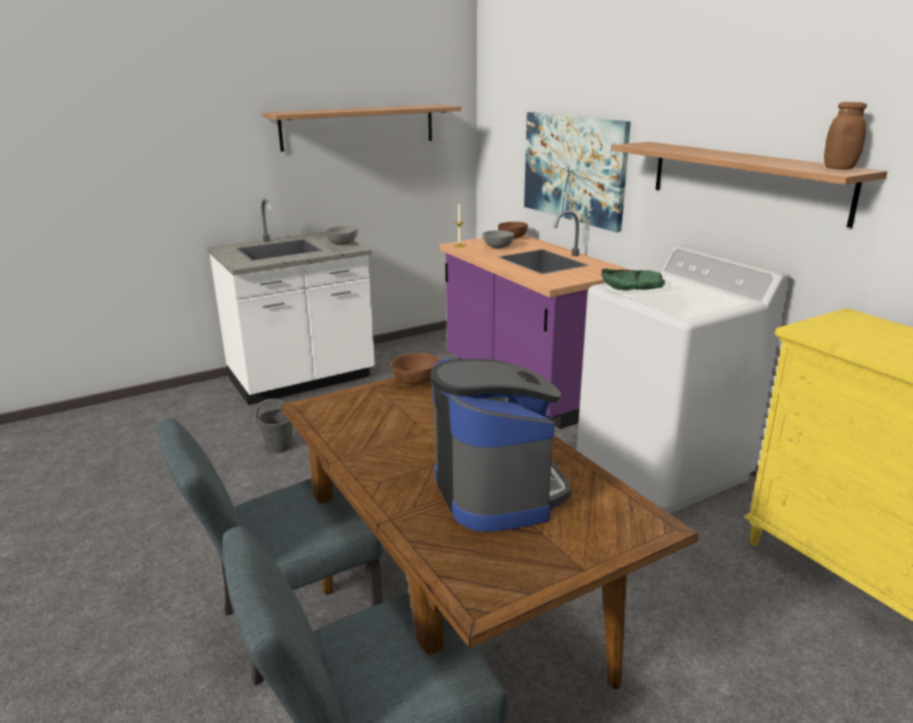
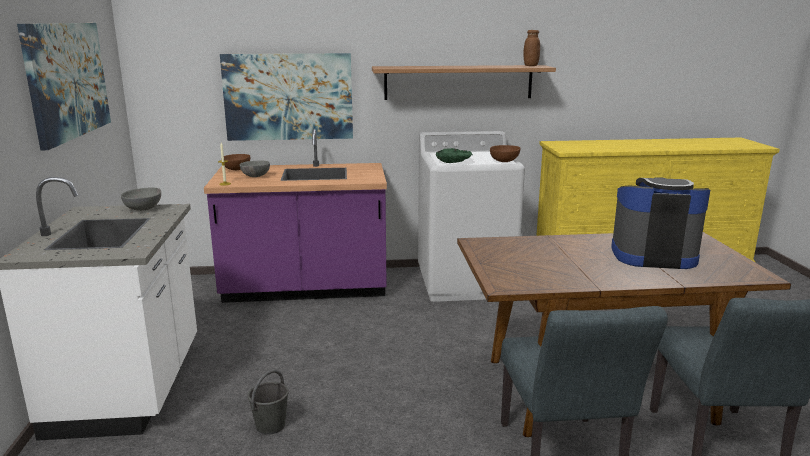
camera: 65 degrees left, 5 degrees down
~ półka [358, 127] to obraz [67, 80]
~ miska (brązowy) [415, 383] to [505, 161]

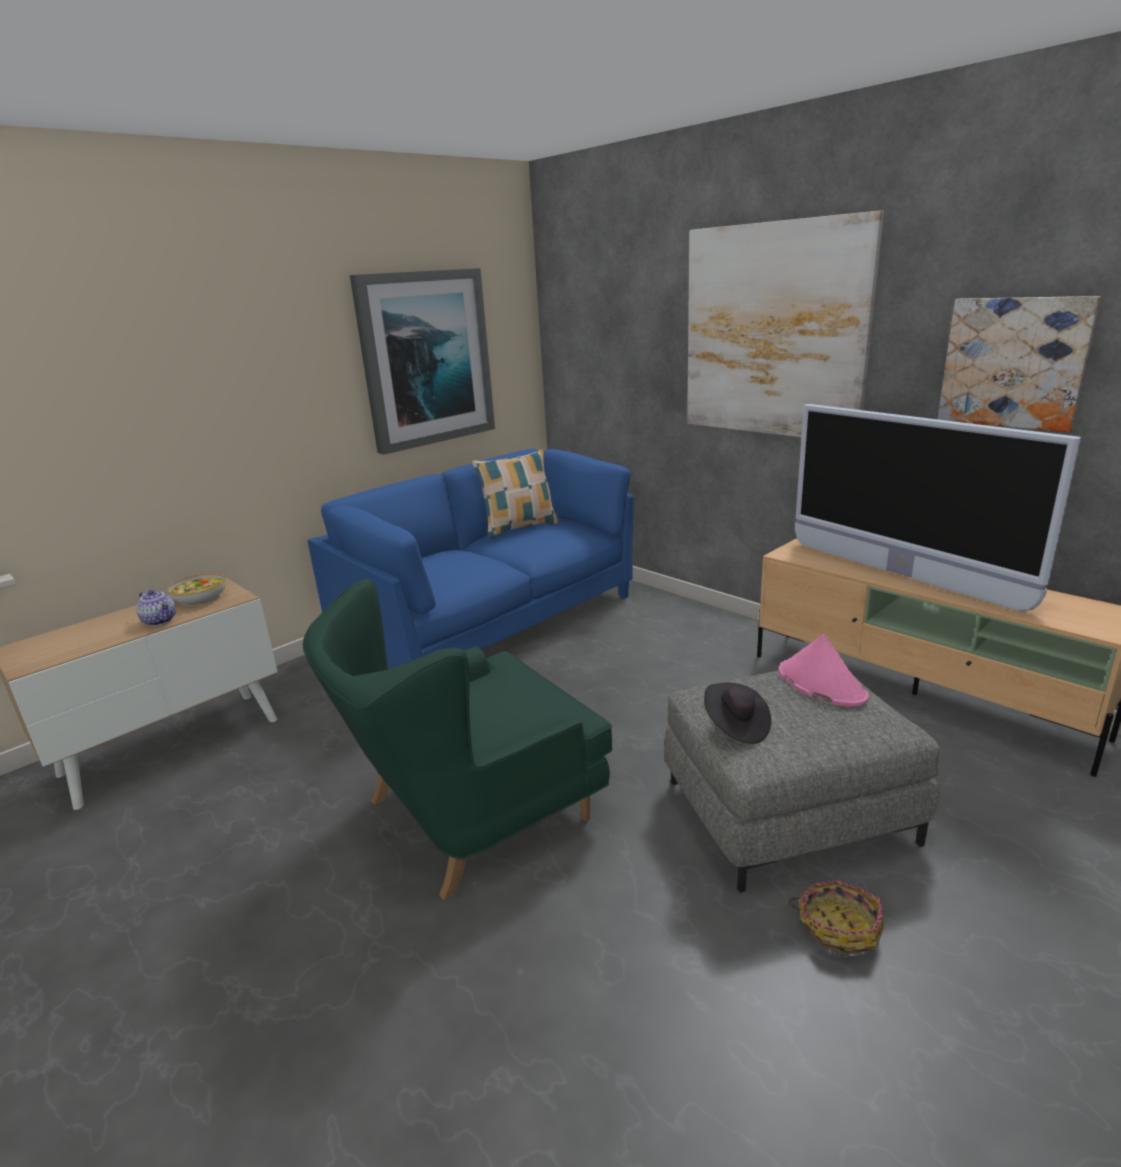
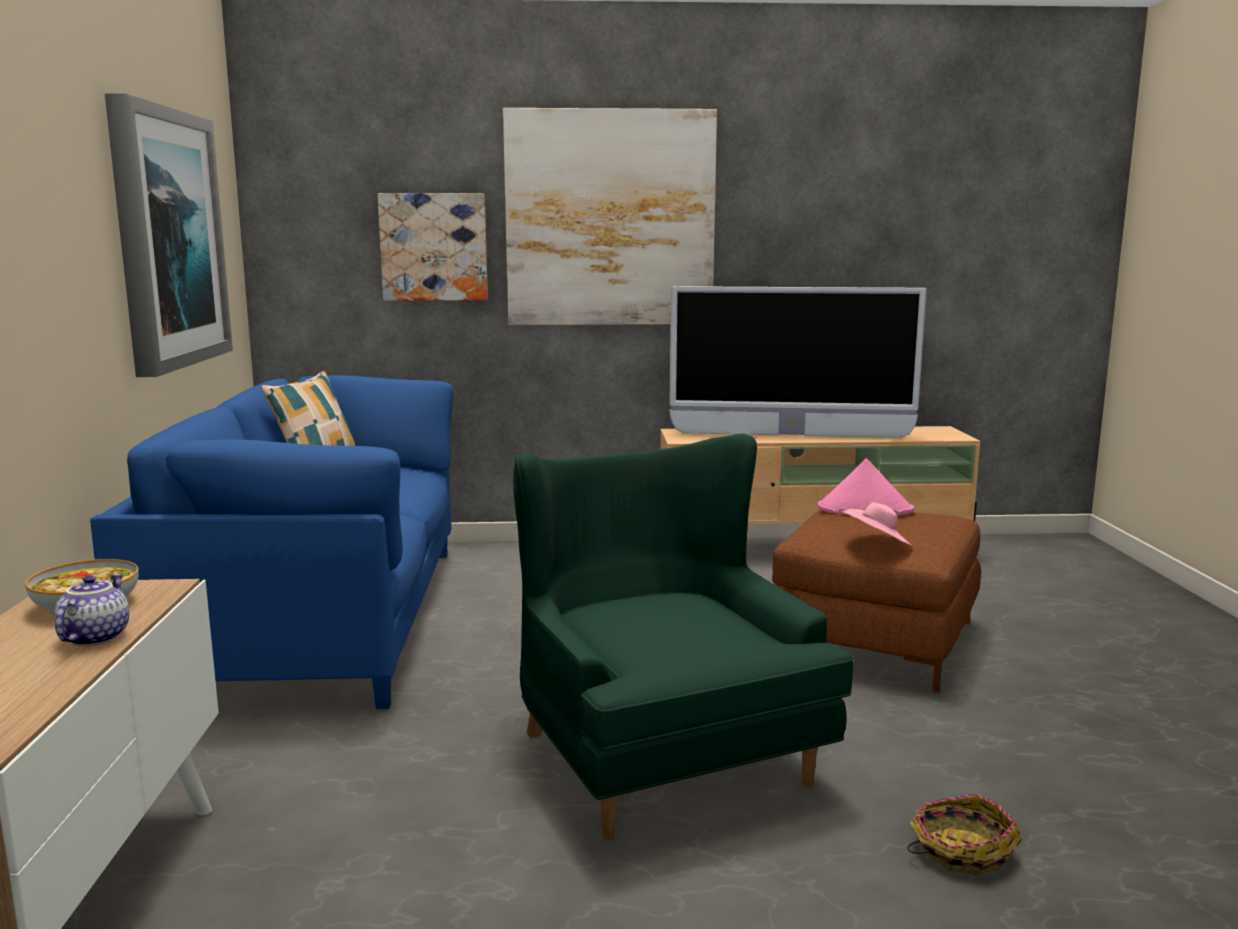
camera: 50 degrees left, 10 degrees down
~ imbryk [161, 620] = [94, 637] 75 degrees counterclockwise
~ obraz [1013, 363] to [434, 247]
~ fotel (zielony) [471, 812] = [660, 753] 150 degrees clockwise
~ pufa (szary) [788, 810] to pufa (brązowy) [873, 639]
~ kapelusz (czarny) [736, 726] to kapelusz (różowy) [877, 543]
~ koszyk [838, 926] to [960, 850]

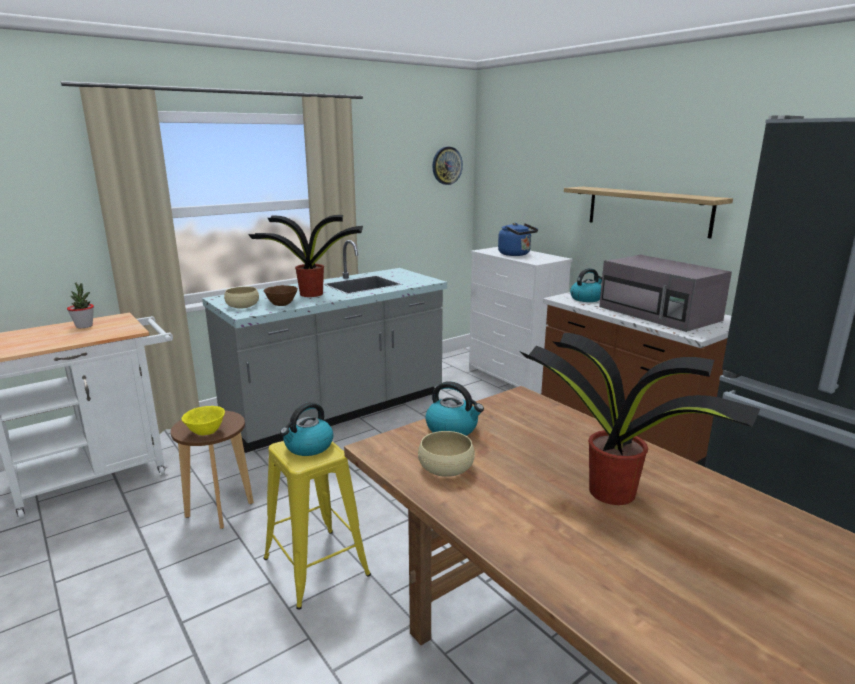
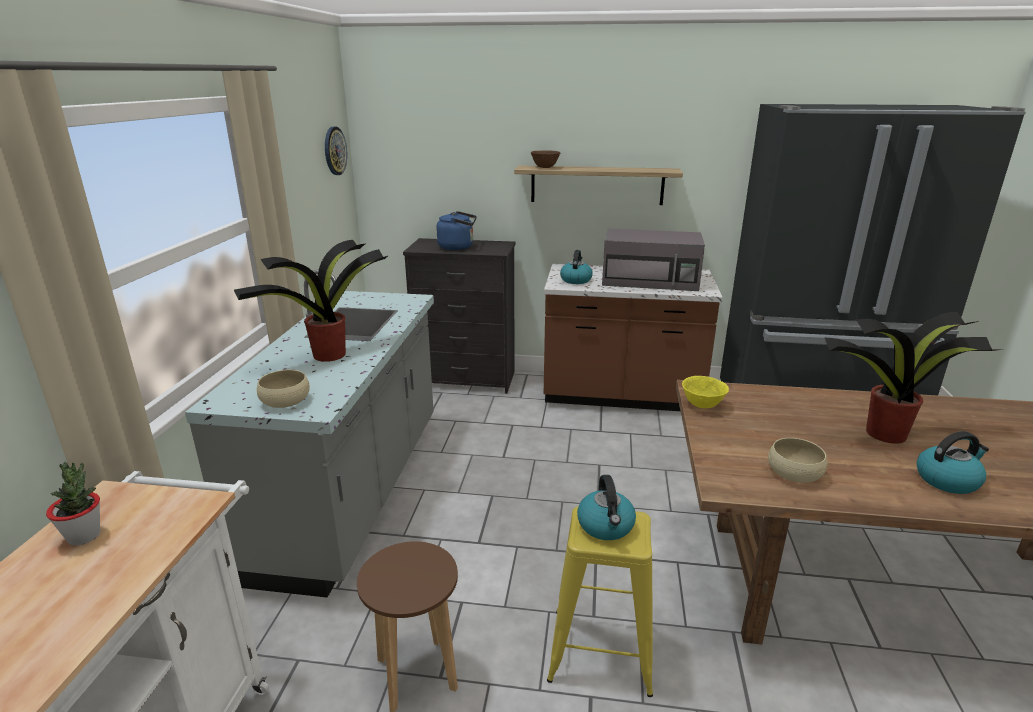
camera: 45 degrees left, 5 degrees up
~ komoda (biały) [513, 378] to komoda (czarny) [466, 379]
~ miska (brązowy) [282, 305] to [545, 167]
~ miska (żółty) [205, 432] to [702, 405]
~ czajnik [452, 428] to [947, 480]

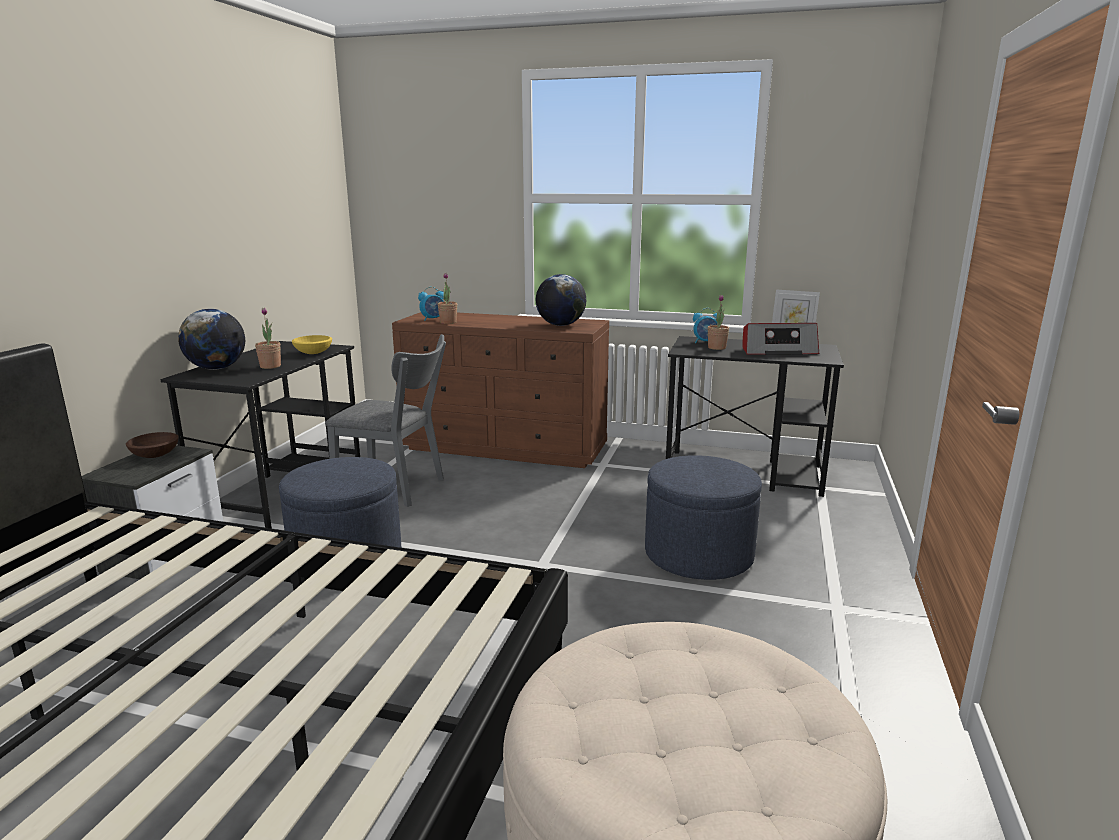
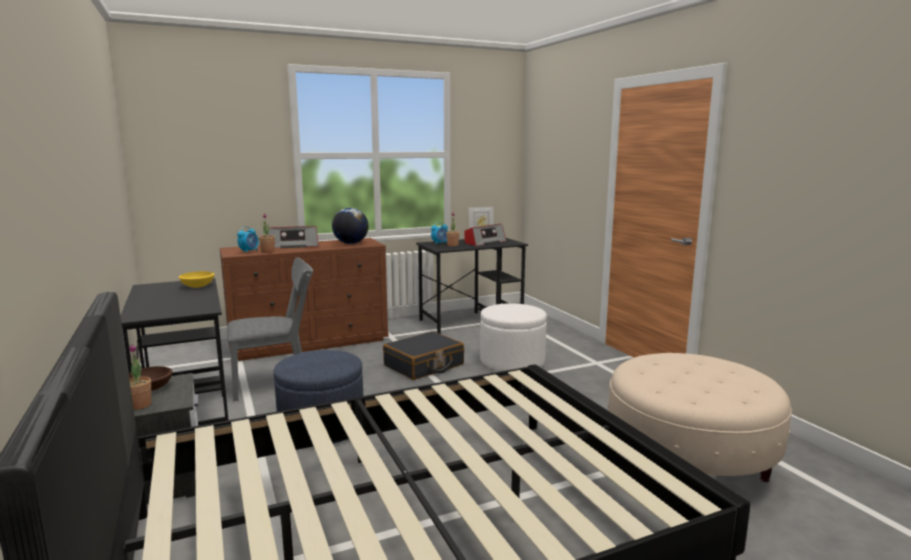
camera: 40 degrees left, 5 degrees down
~ roślina doniczkowa [270, 366] to [139, 405]
+ radio [293, 246]
+ walizka (czarny) [424, 365]
~ pufa (niebieski) [698, 555] to pufa (biały) [512, 361]
- globus [216, 368]

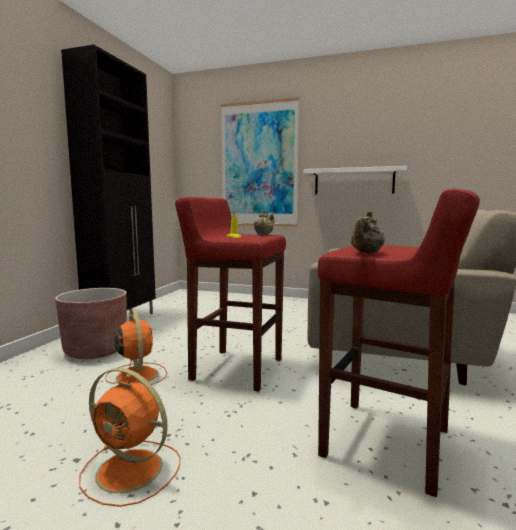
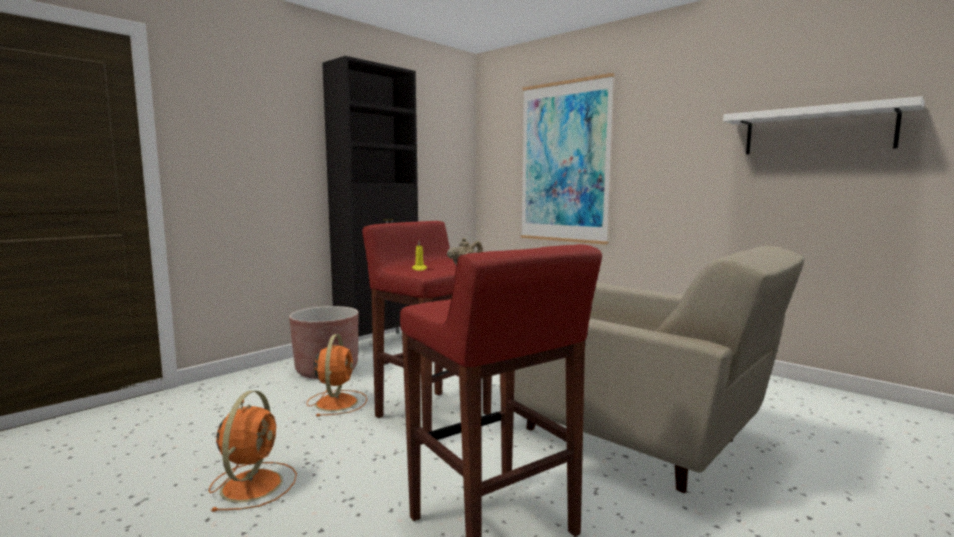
camera: 25 degrees right, 0 degrees up
~ wentylator (pomarańczowy) [132, 471] = [253, 484] 135 degrees counterclockwise
~ półka (biały) [354, 181] to [817, 131]
- imbryk (beżowy) [366, 253]

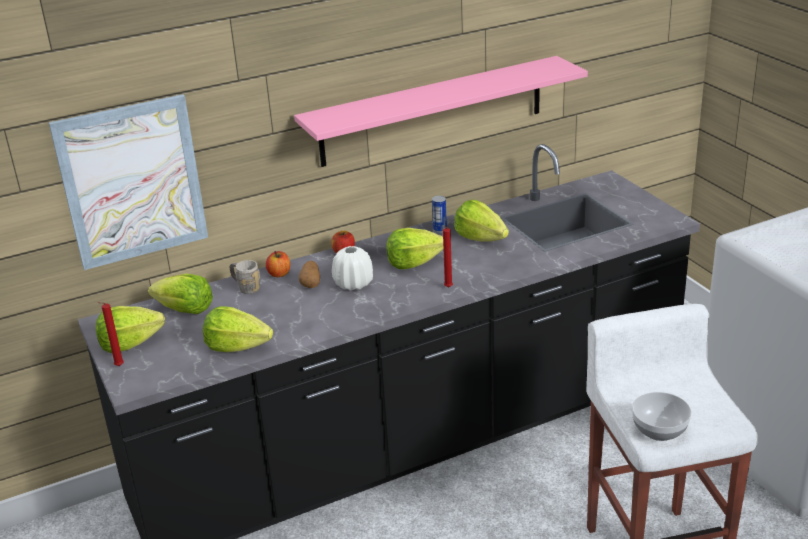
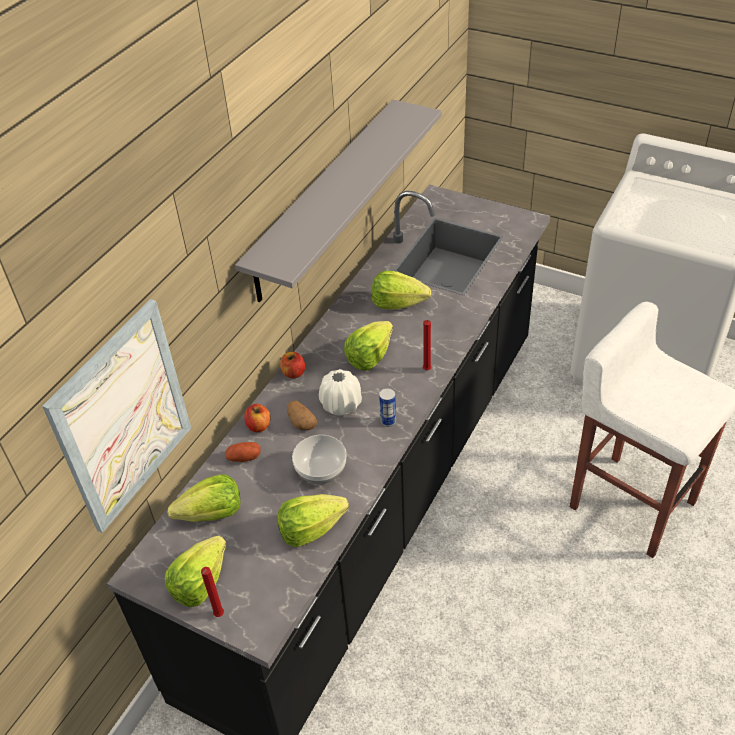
camera: 35 degrees left, 15 degrees up
~ kubek (szary) [246, 287] to ziemniak [244, 457]
~ półka (różowy) [433, 111] to półka (szary) [324, 199]
~ miska [660, 430] to [321, 470]
~ puszka [440, 230] to [388, 421]

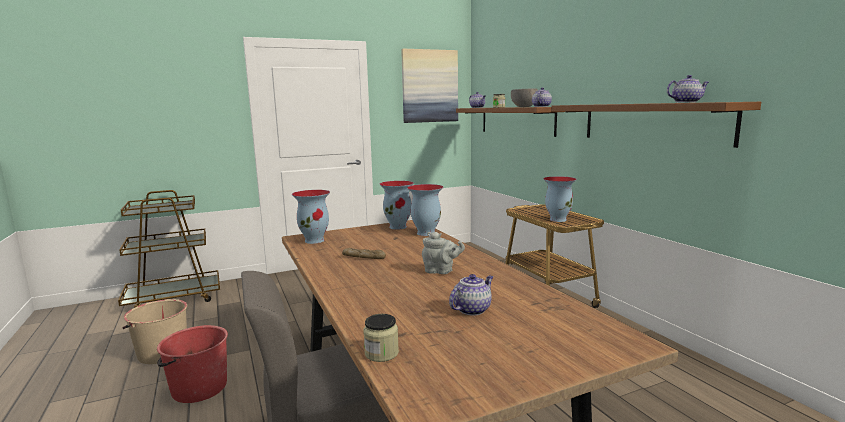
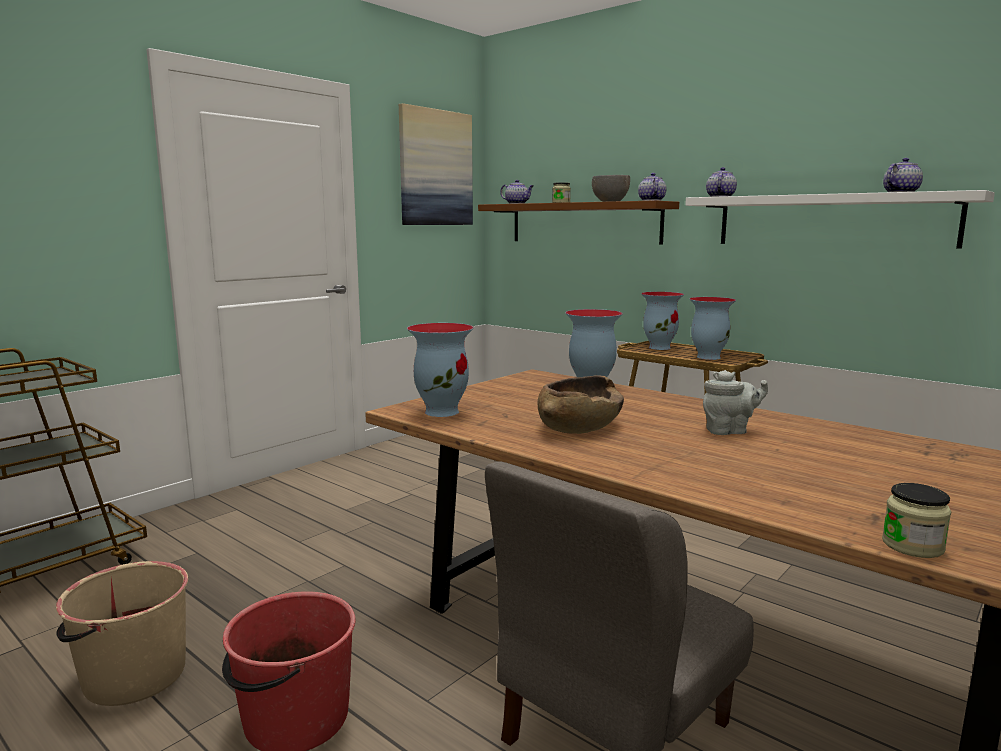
camera: 25 degrees left, 0 degrees up
~ chleb [364, 257] to miska (brązowy) [579, 426]
~ wazon [398, 227] to [660, 347]
~ półka (brązowy) [652, 122] to półka (biały) [831, 221]
~ imbryk [472, 309] to [720, 197]

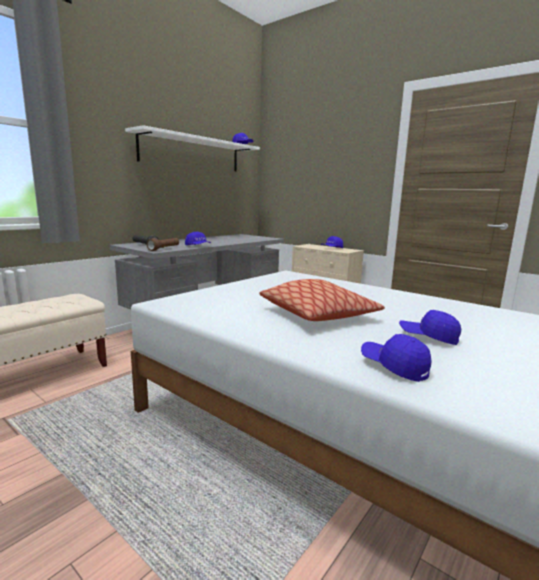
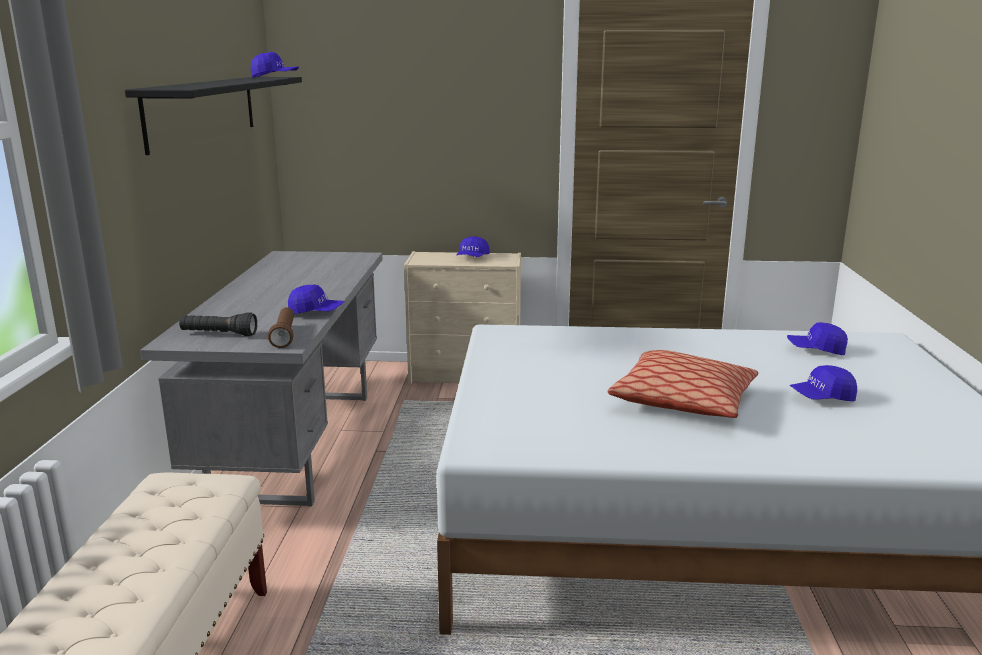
camera: 35 degrees left, 5 degrees up
~ półka (biały) [192, 153] to półka (czarny) [203, 110]
~ czapka z daszkiem (niebieski) [394, 367] to [816, 350]

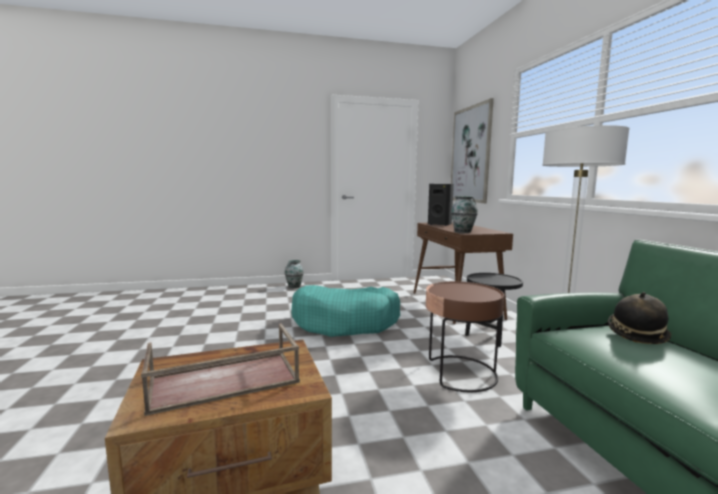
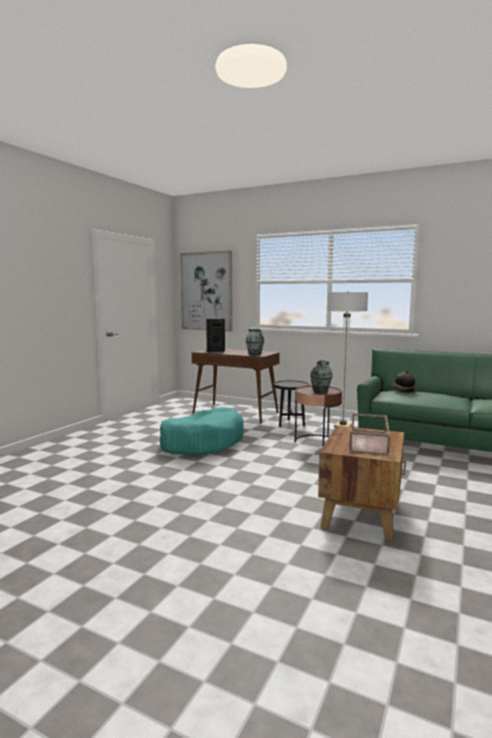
camera: 50 degrees left, 0 degrees up
~ wazon [294, 286] to [320, 392]

